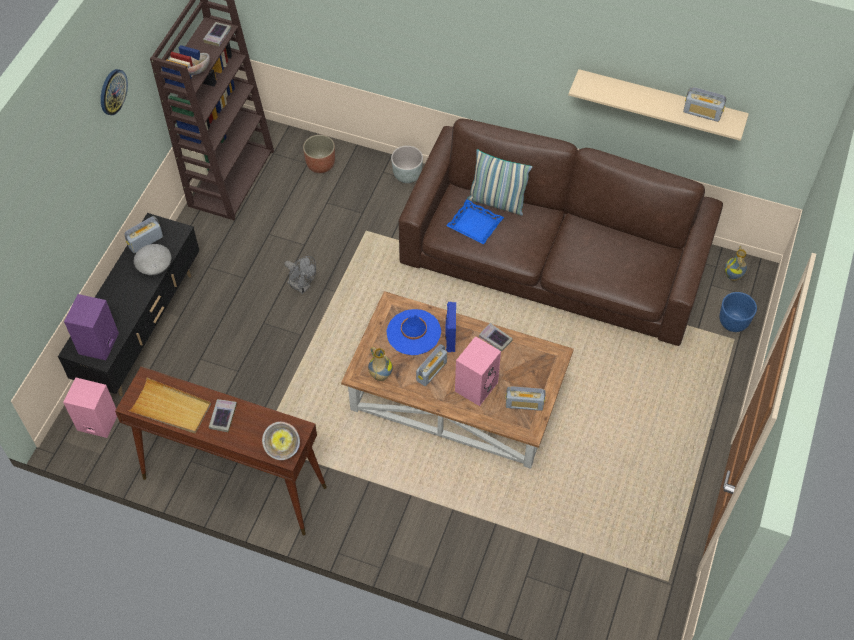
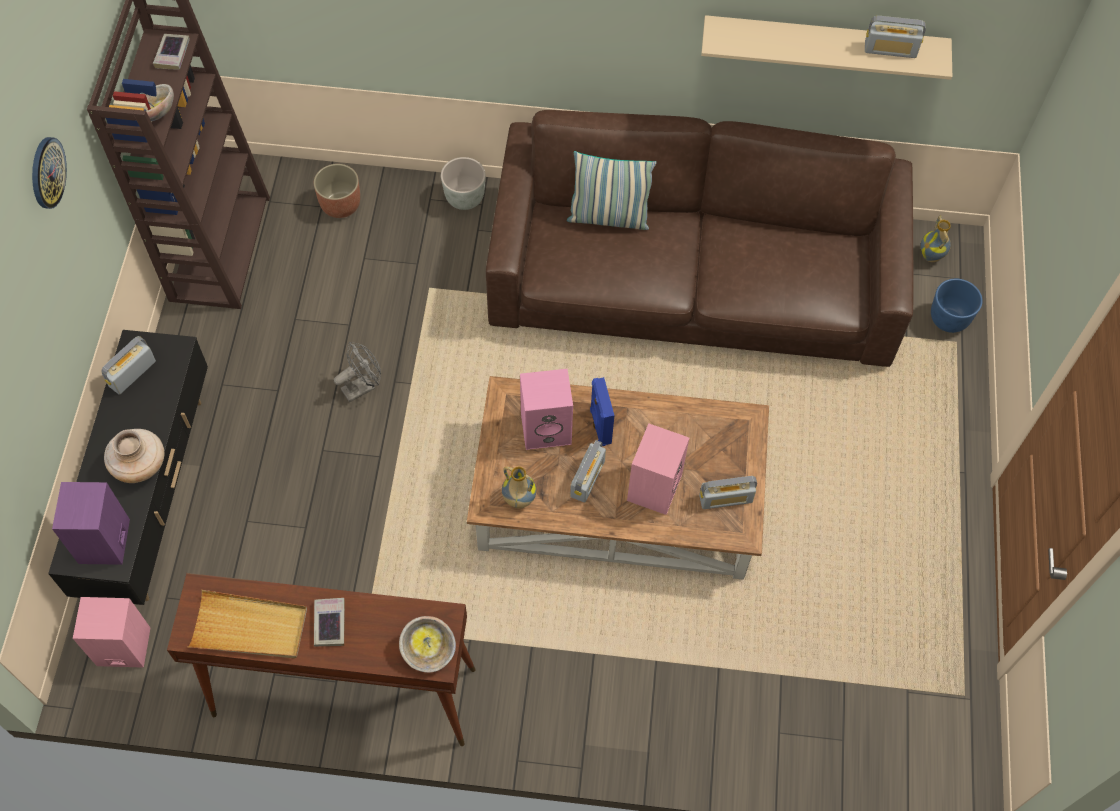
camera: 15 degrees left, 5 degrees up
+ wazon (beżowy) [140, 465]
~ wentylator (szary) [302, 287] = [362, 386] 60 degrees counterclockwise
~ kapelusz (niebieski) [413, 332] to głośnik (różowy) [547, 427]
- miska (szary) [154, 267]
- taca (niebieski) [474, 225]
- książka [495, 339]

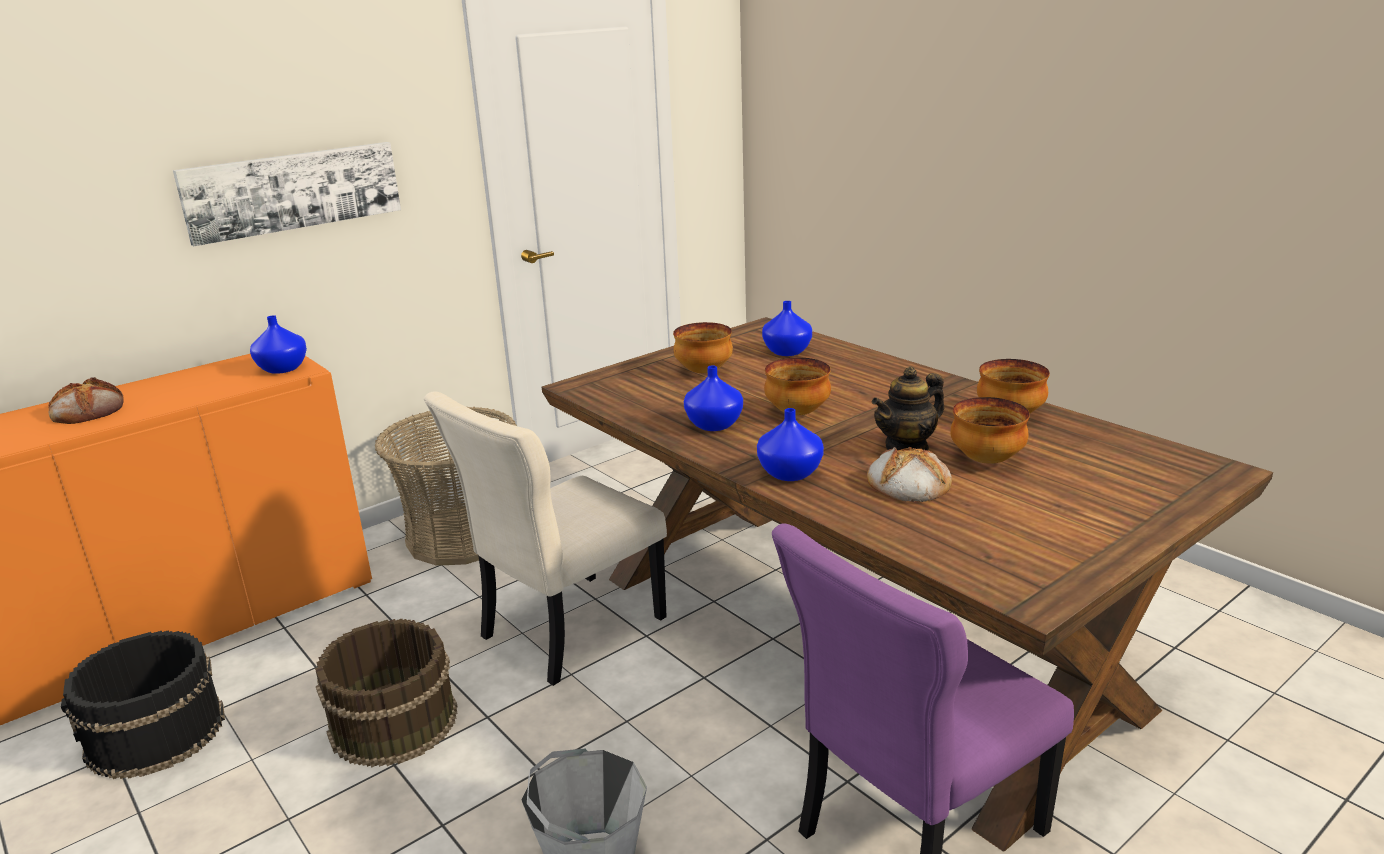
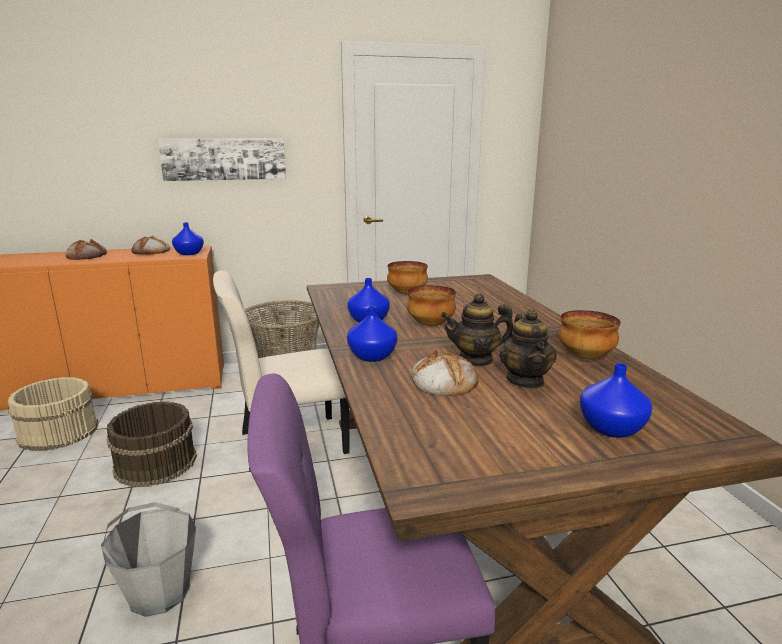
camera: 25 degrees right, 5 degrees down
~ wiadro (czarny) [155, 734] to wiadro (beżowy) [58, 432]
+ chleb [151, 251]
~ miska [986, 459] to imbryk [525, 380]
~ wazon (niebieski) [788, 351] to [612, 428]

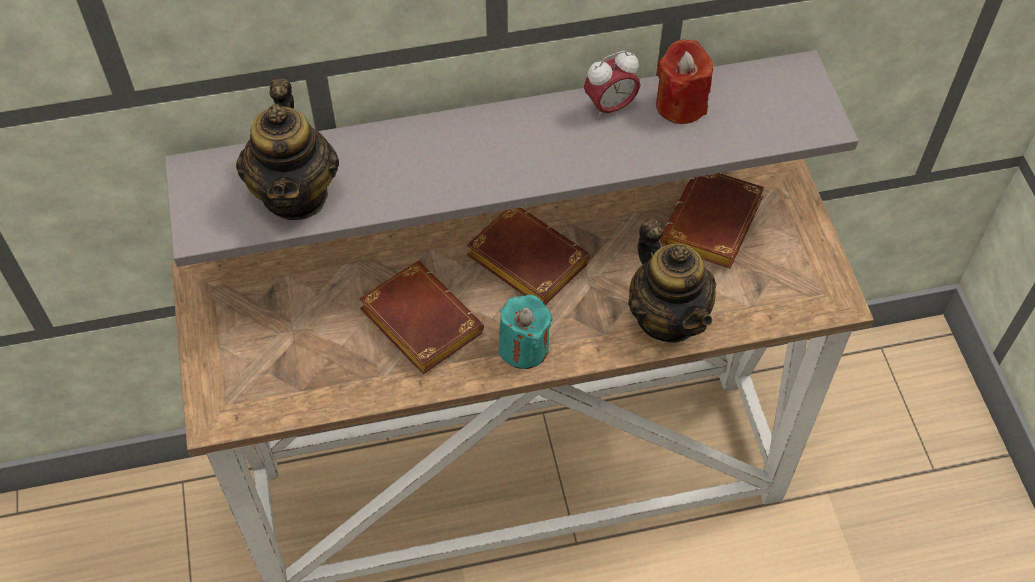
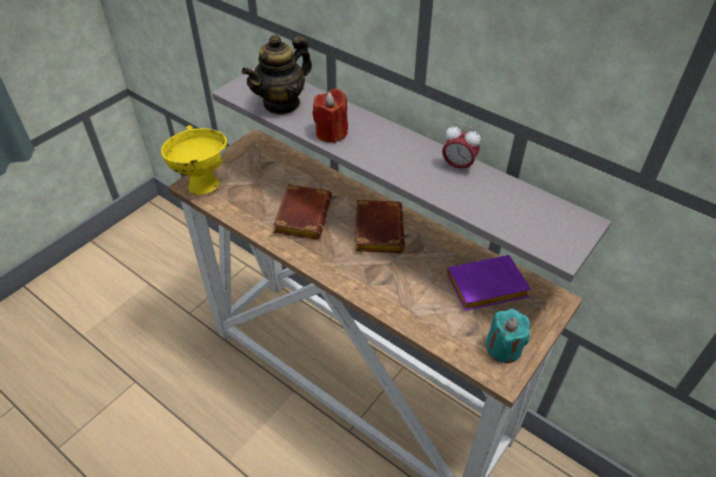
camera: 50 degrees right, 10 degrees down
+ miska (żółty) [202, 182]
~ świeca (czerwony) [680, 105] to [331, 133]
~ książka (brązowy) [713, 227] to książka (fioletowy) [485, 289]
~ świeca (turkusowy) [524, 348] to [504, 348]
- imbryk [668, 317]

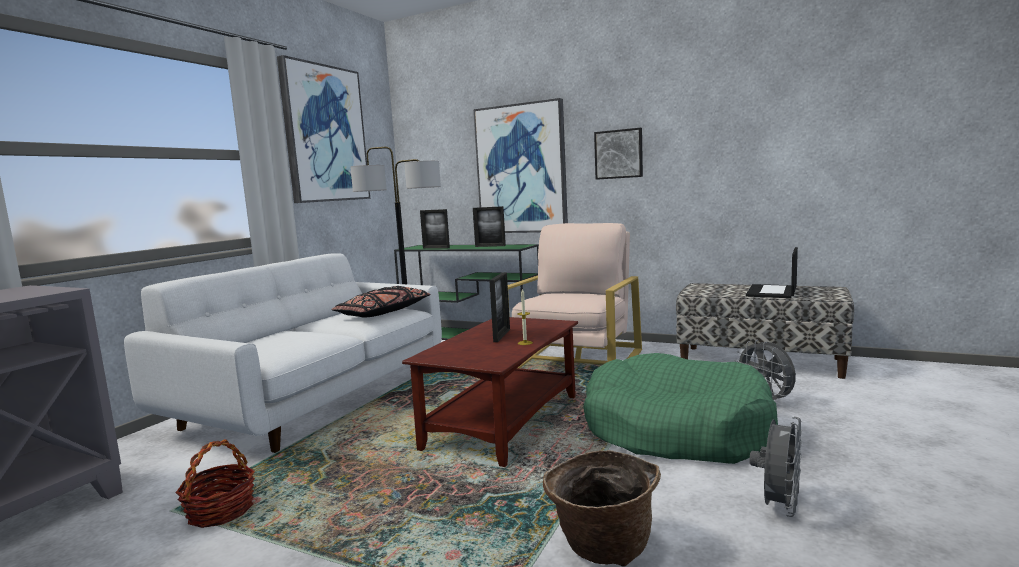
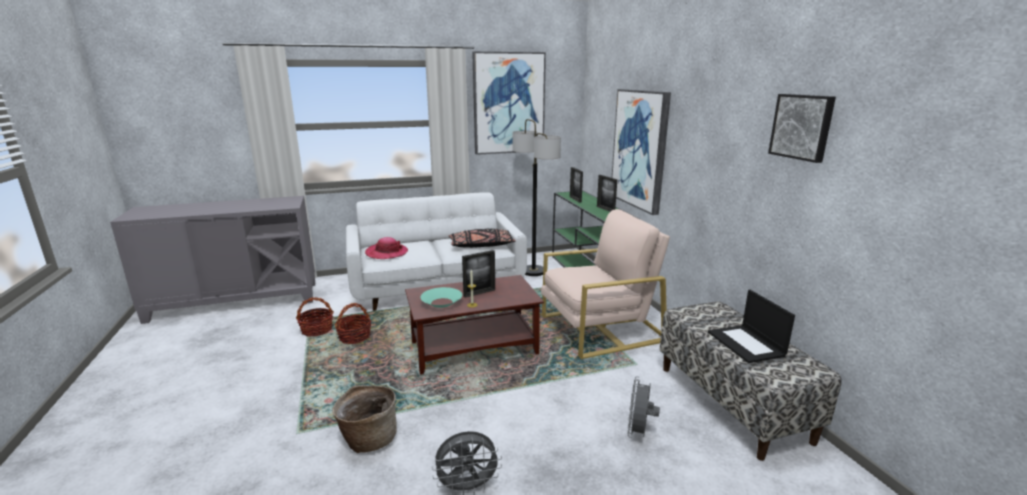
camera: 45 degrees right, 10 degrees up
+ koszyk [354, 337]
+ kapelusz [386, 253]
+ miska (turkusowy) [441, 302]
~ laptop [772, 292] = [747, 344] 90 degrees counterclockwise
~ obraz [619, 154] to [802, 127]
- legowisko (zielony) [676, 429]

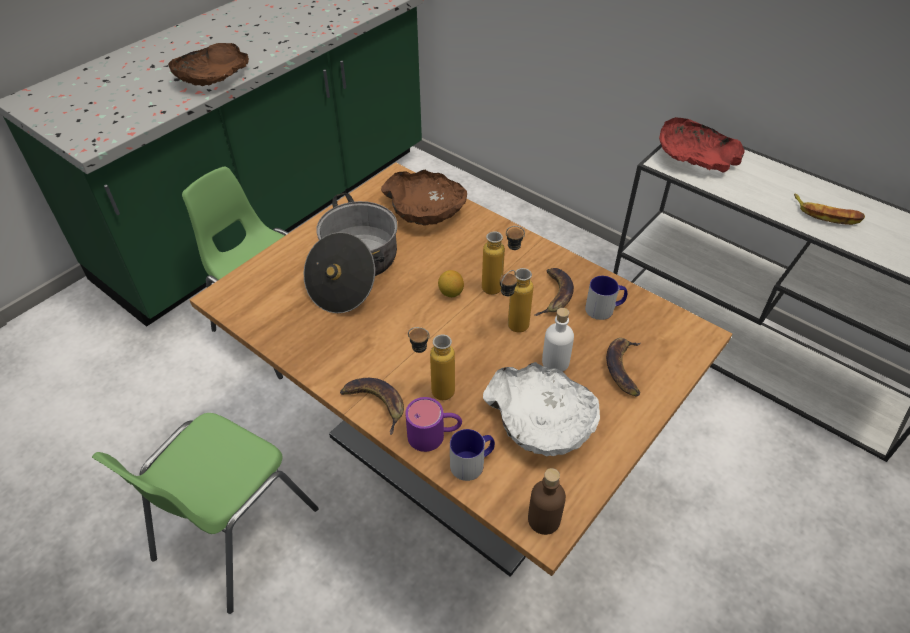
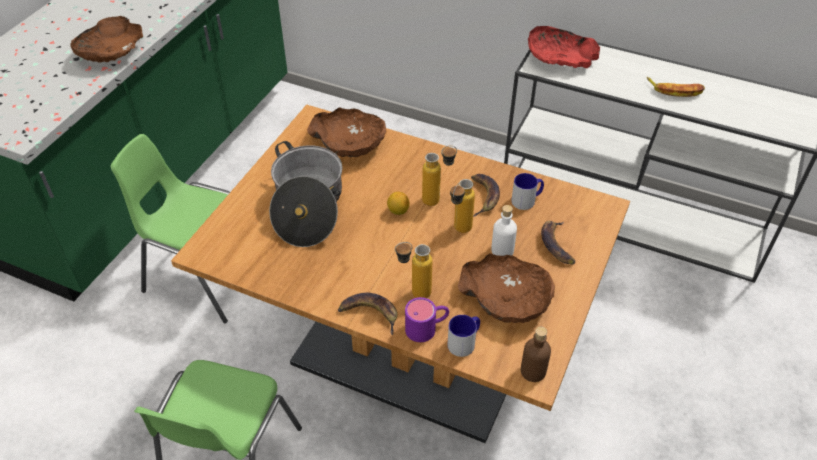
camera: 15 degrees left, 0 degrees up
~ miska (biały) [540, 420] to miska (brązowy) [506, 298]

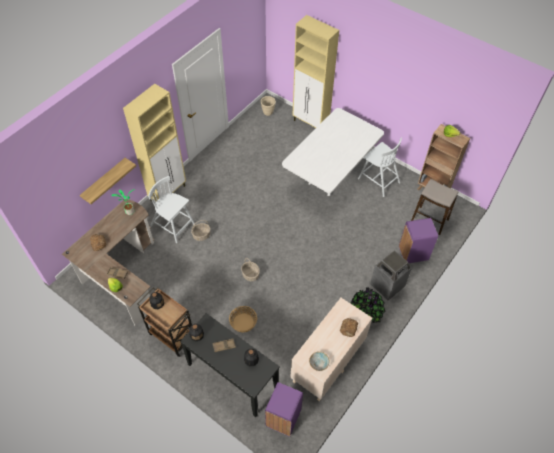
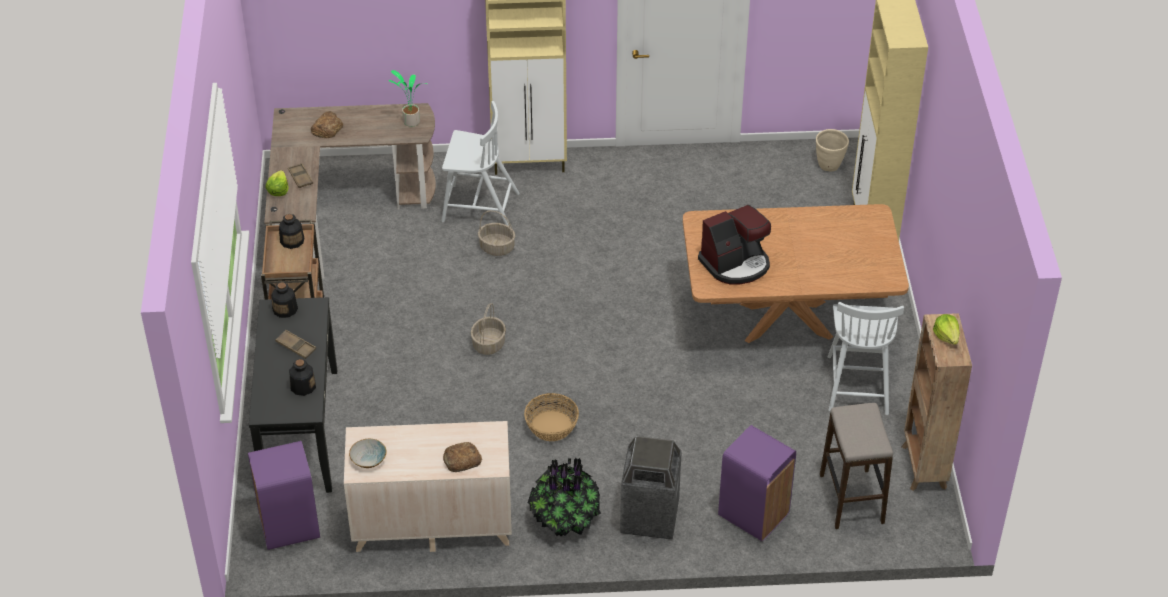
camera: 50 degrees right, 10 degrees down
~ krzesło (biały) [173, 225] = [478, 207] 105 degrees clockwise
~ koszyk [243, 323] to [551, 426]
~ stół jadalny (biały) [330, 177] to stół jadalny (brązowy) [786, 321]
+ ekspres do kawy [736, 264]
- półka [104, 181]

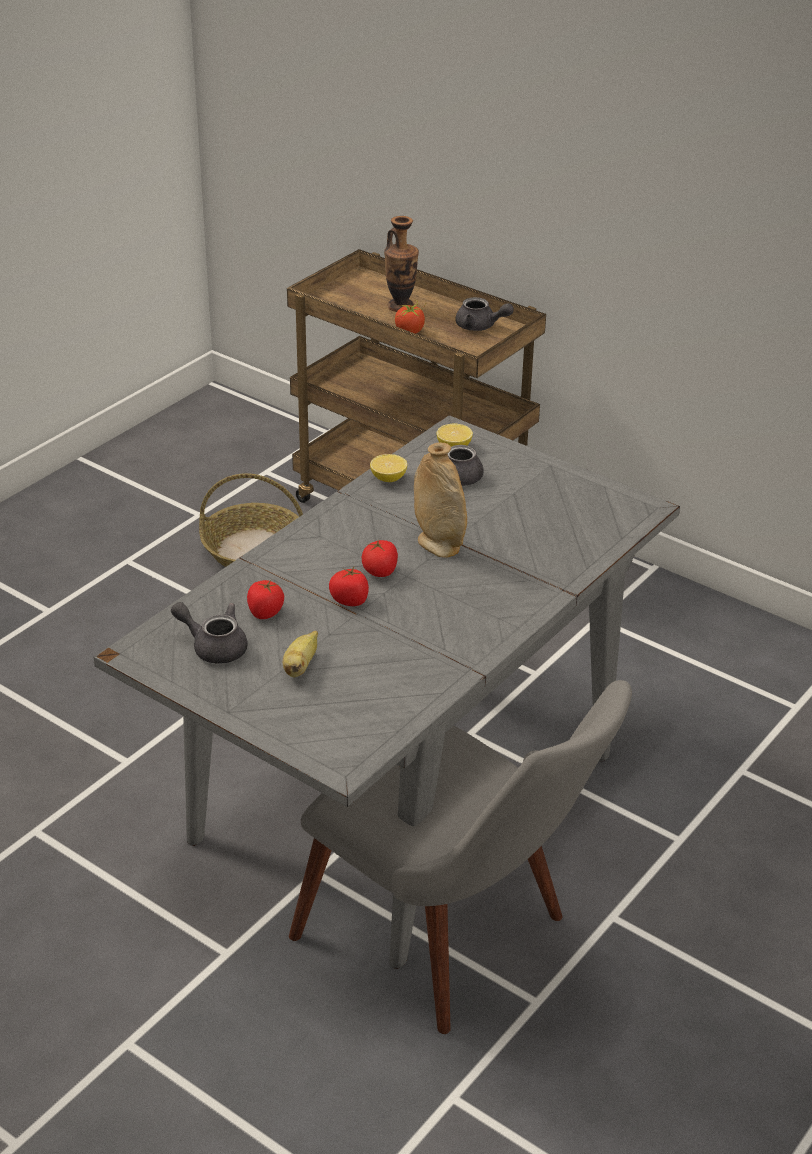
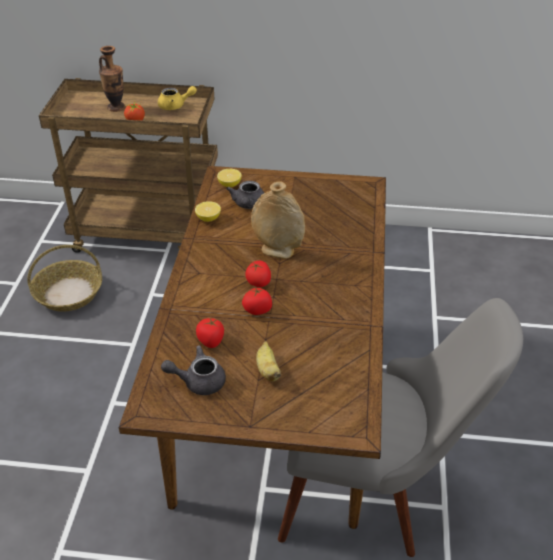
camera: 30 degrees left, 5 degrees up
~ stół jadalny (szary) [402, 799] to stół jadalny (brązowy) [276, 416]
~ imbryk (szary) [480, 326] to imbryk (żółty) [175, 106]

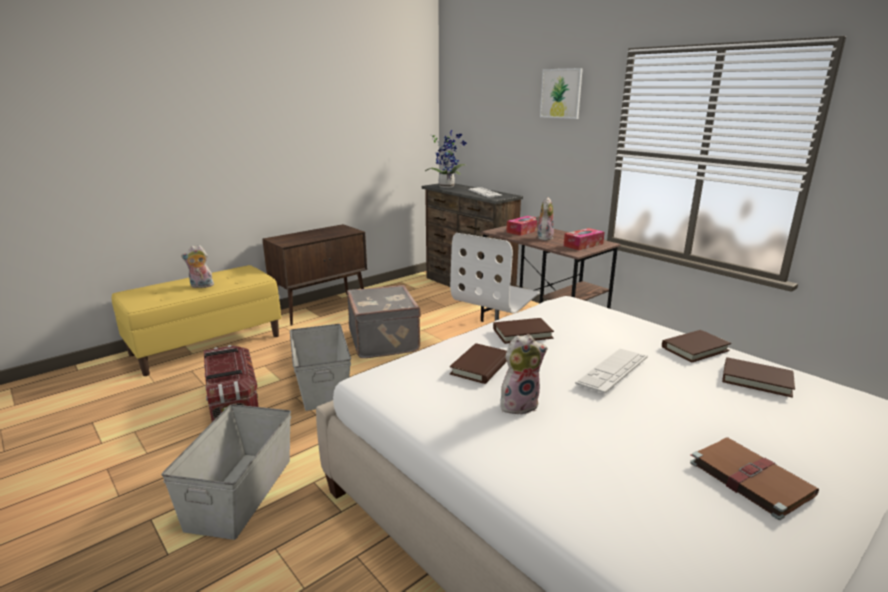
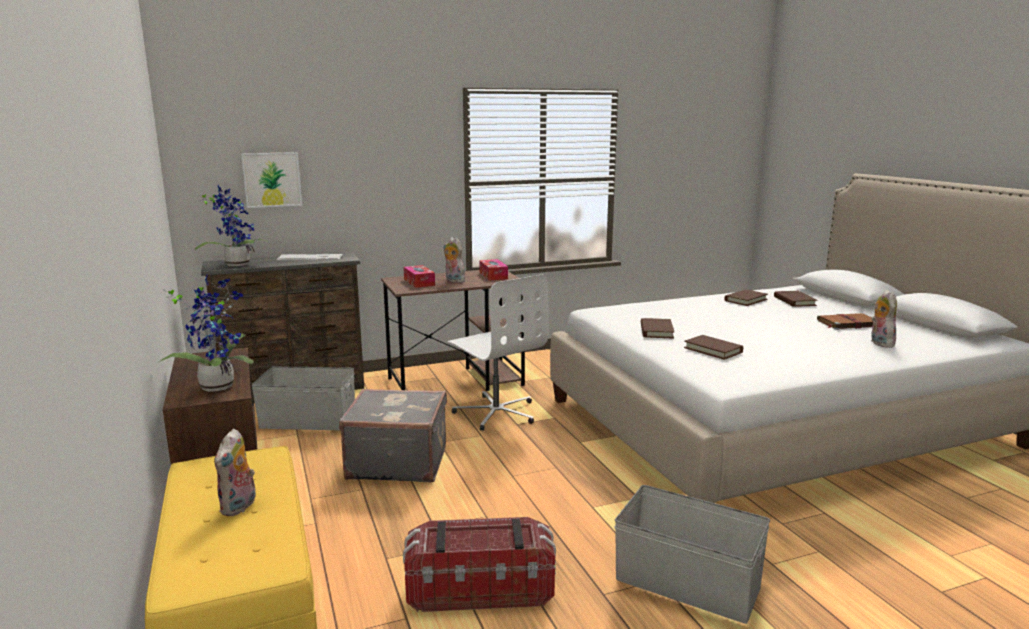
camera: 70 degrees left, 5 degrees down
+ roślina doniczkowa [218, 385]
~ obraz [561, 93] to [272, 179]
~ pojemnik do przechowywania (szary) [323, 385] to [308, 420]
~ książka (brązowy) [695, 349] to [794, 301]
~ pluszak [519, 404] to [879, 343]
- klawiatura [612, 370]

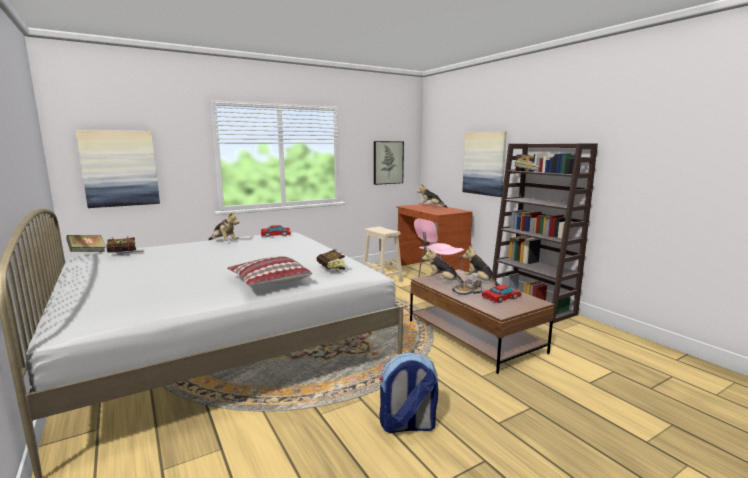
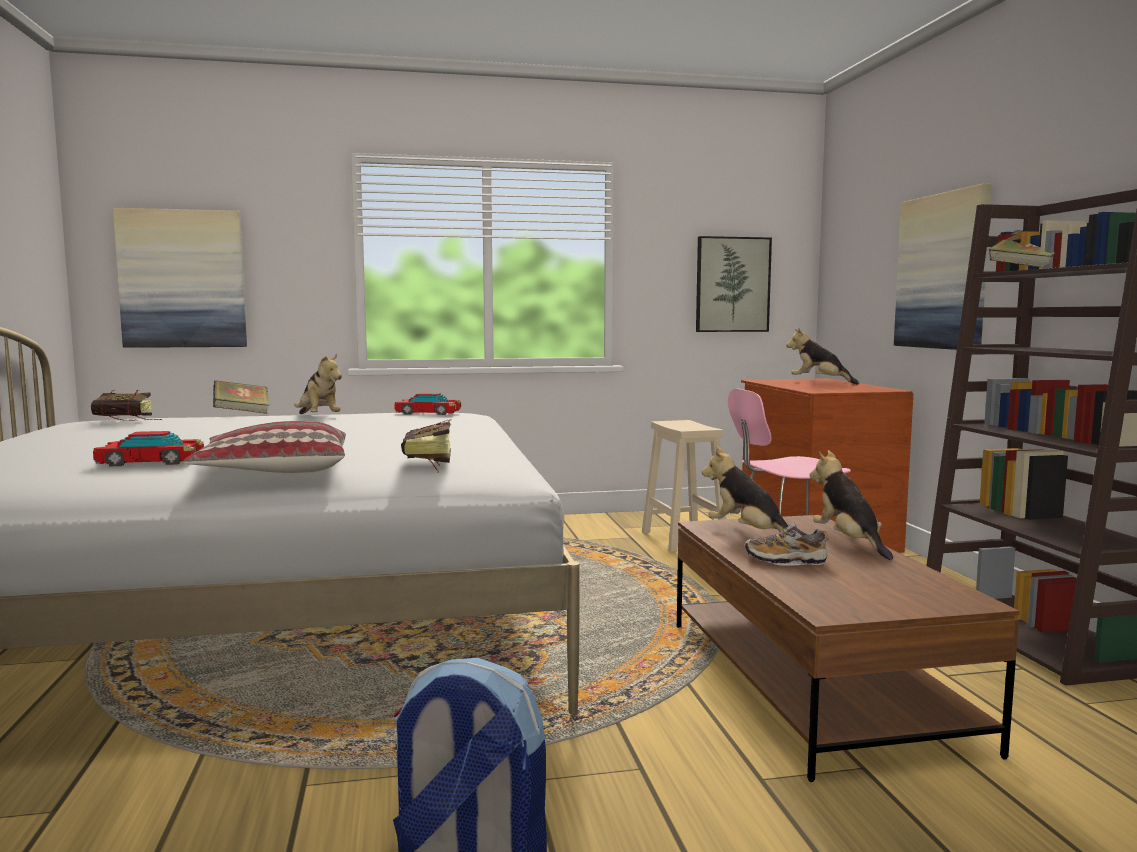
camera: 20 degrees right, 5 degrees down
~ samochodzik [500, 297] to [151, 461]
~ książka [88, 252] to [242, 413]

